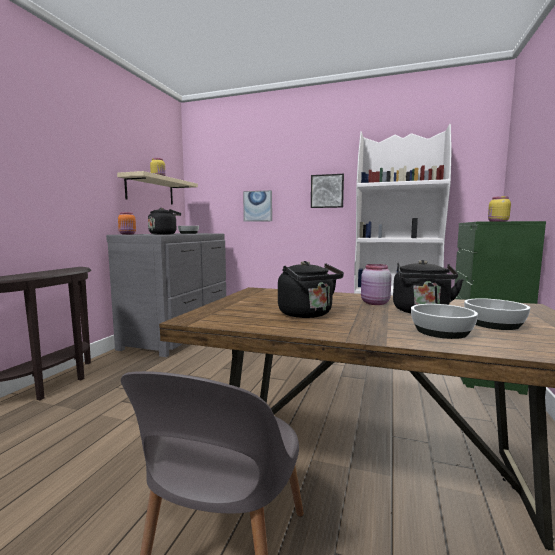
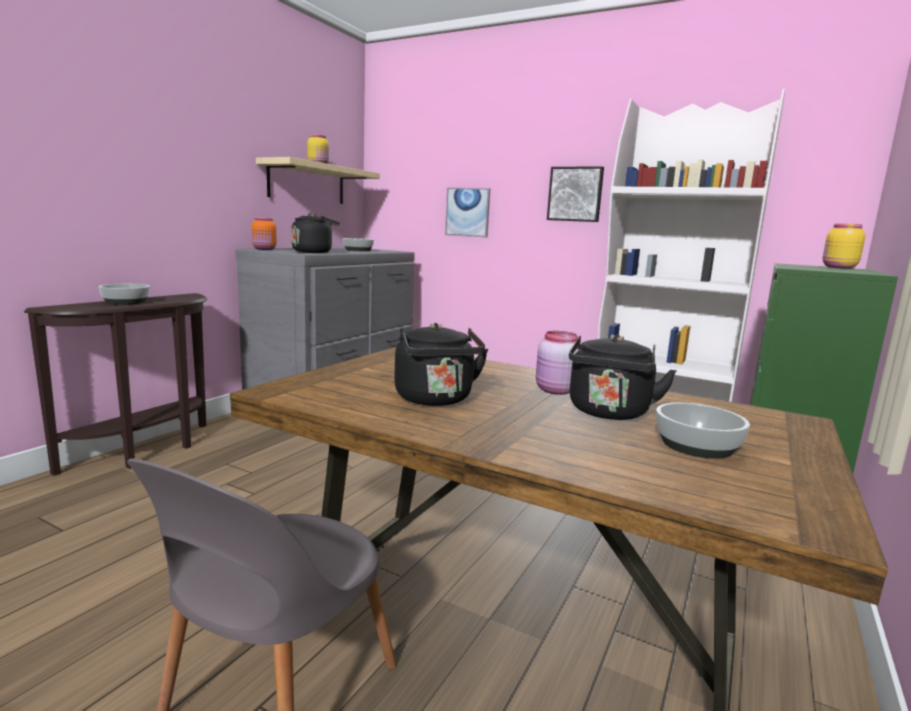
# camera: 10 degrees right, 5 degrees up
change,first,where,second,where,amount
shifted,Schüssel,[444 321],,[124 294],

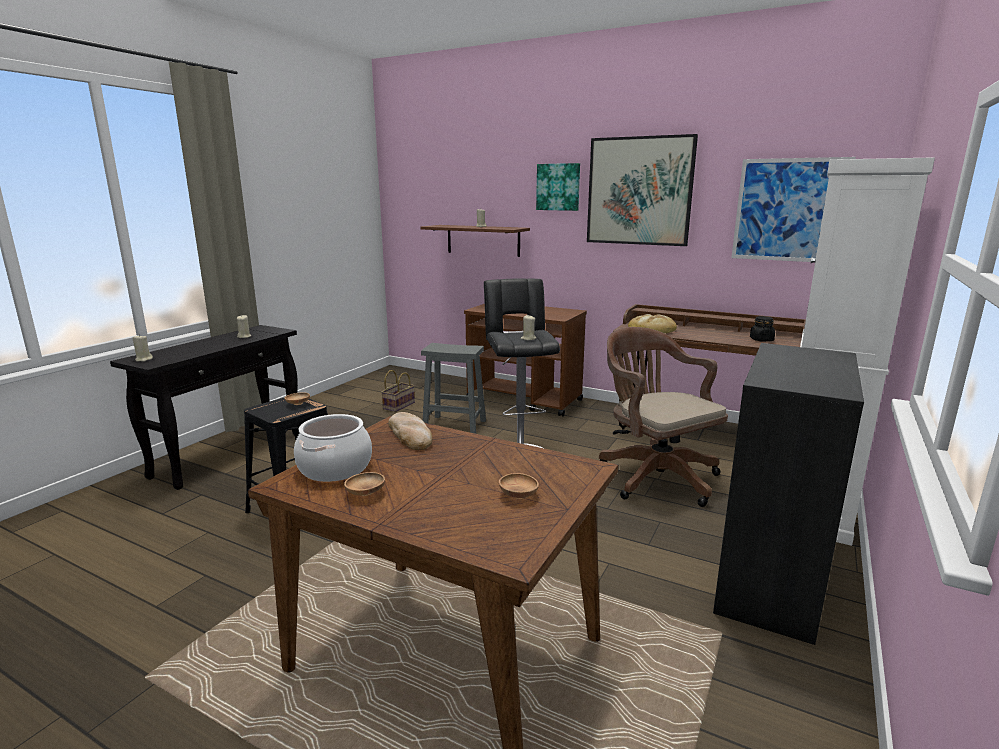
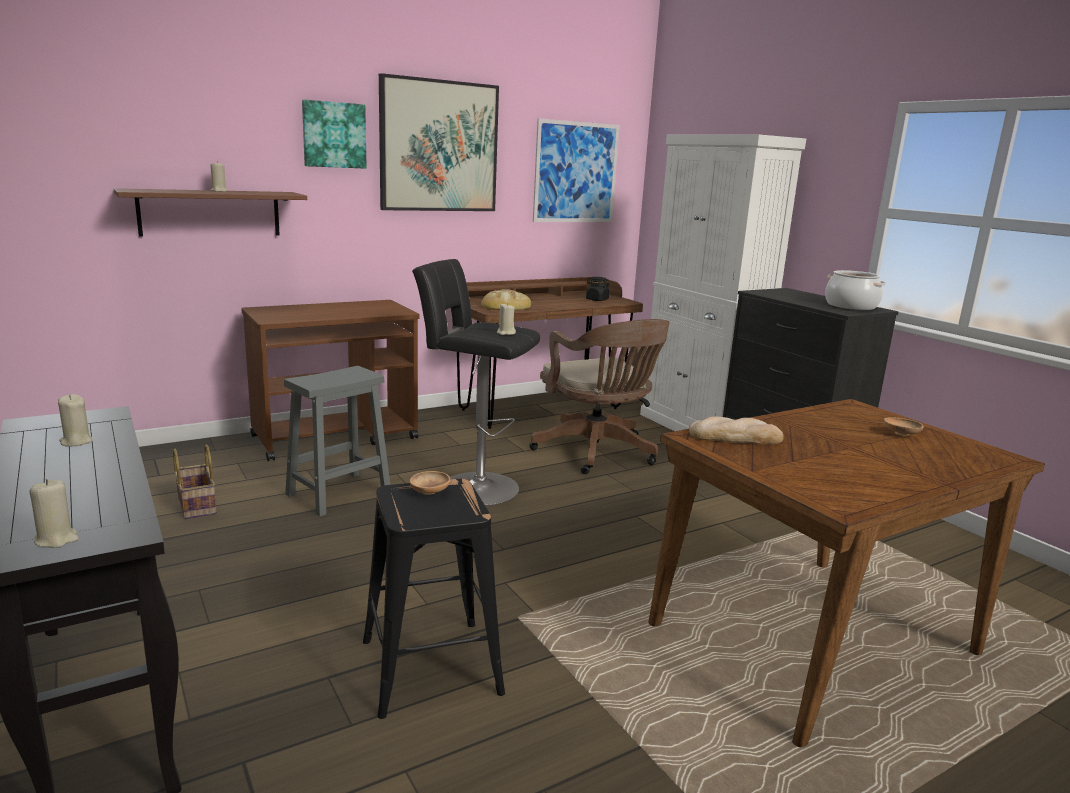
# camera: 60 degrees left, 0 degrees up
change,first,where,second,where,amount
rotated,Bürostuhl/braun,[663 417],,[599 396],120 degrees counterclockwise
shifted,Kochtopf,[333 448],,[855 290],
gone,Schüssel/braun,[364 484],,,

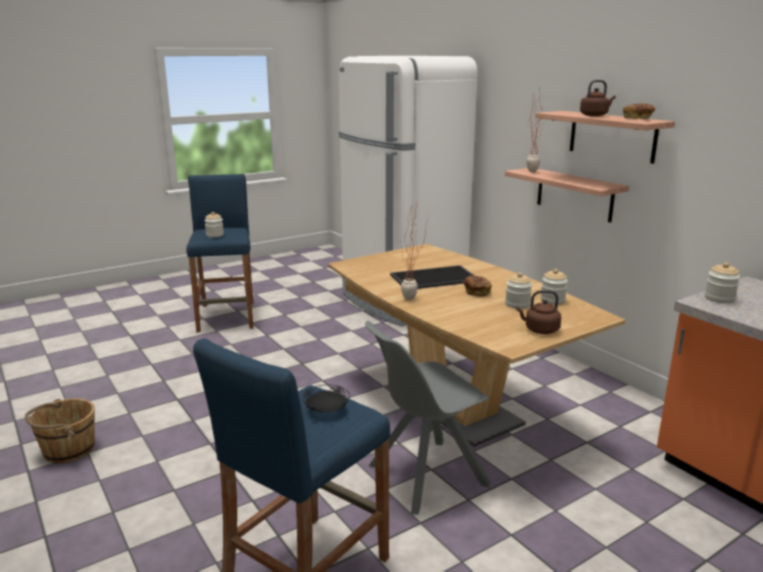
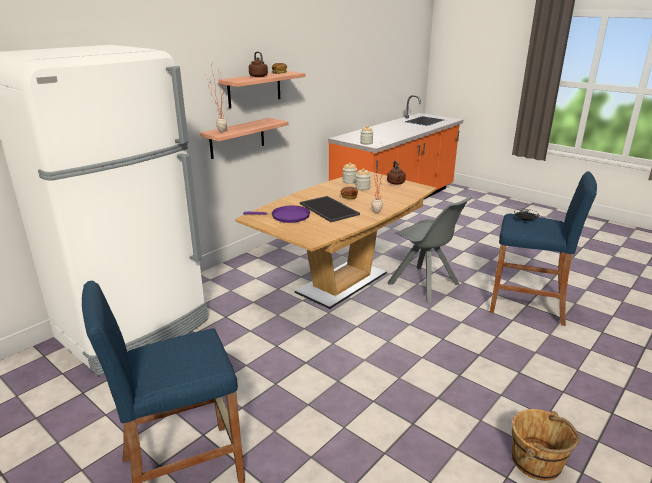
# camera: 105 degrees left, 5 degrees up
change,first,where,second,where,amount
gone,Vorratsglas,[214 224],,,
new,,,Pfanne/lila,[276 214],

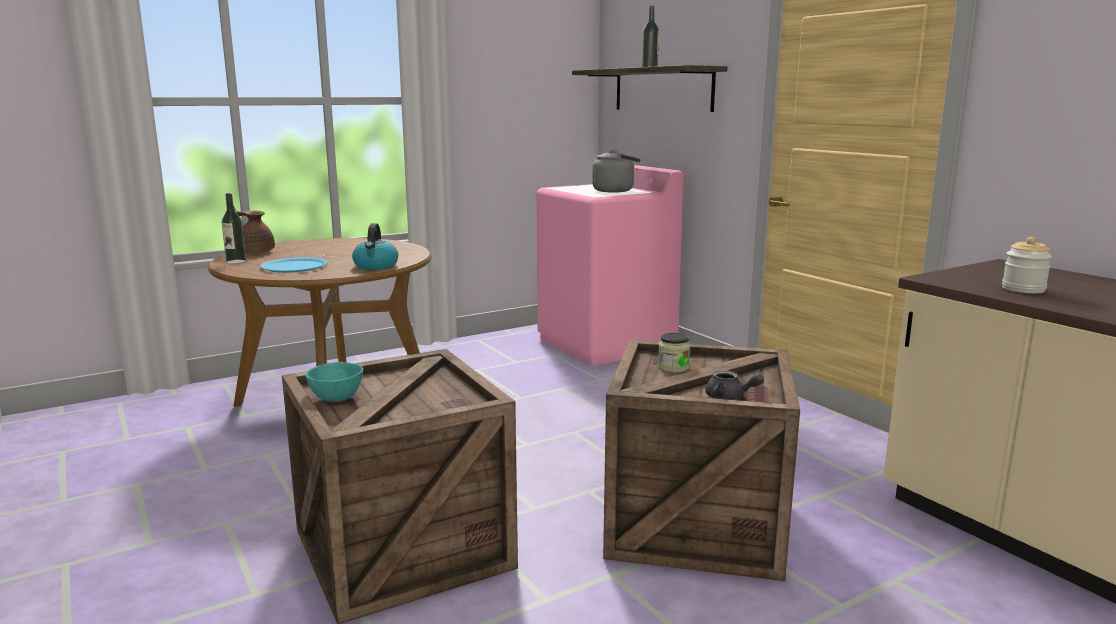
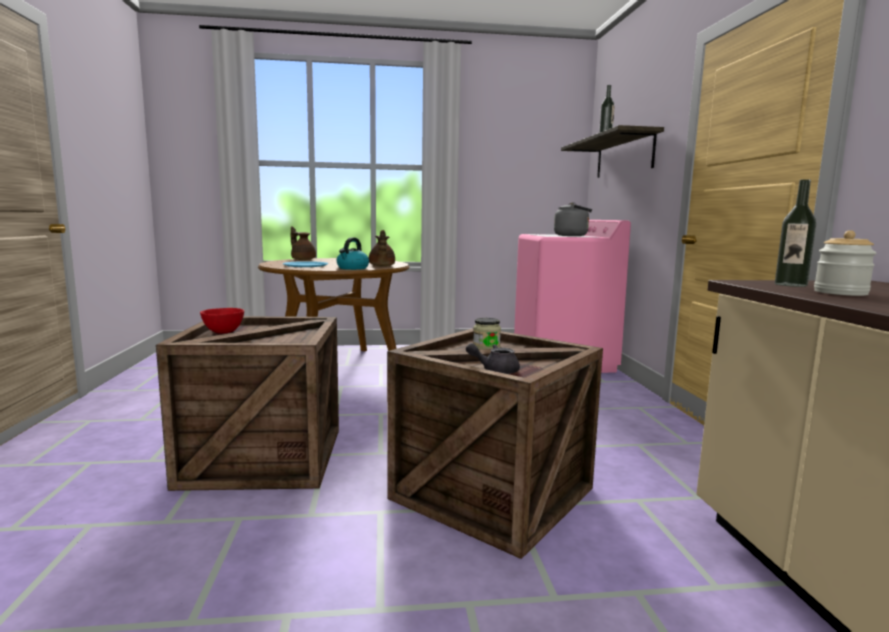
# camera: 25 degrees right, 5 degrees down
change,first,where,second,where,amount
shifted,Flasche,[234 228],,[795 233],
repainted,Schüssel/türkis,[334 382],Schüssel/rot,[222 320],
rotated,Teekanne/grau,[734 385],,[493 358],120 degrees clockwise
new,,,Teekanne/braun,[382 248],

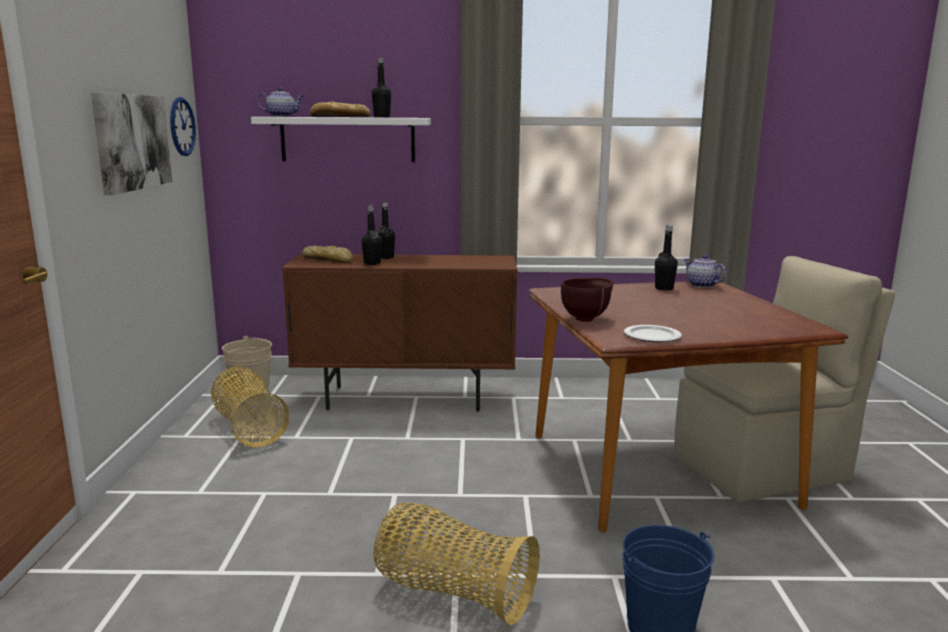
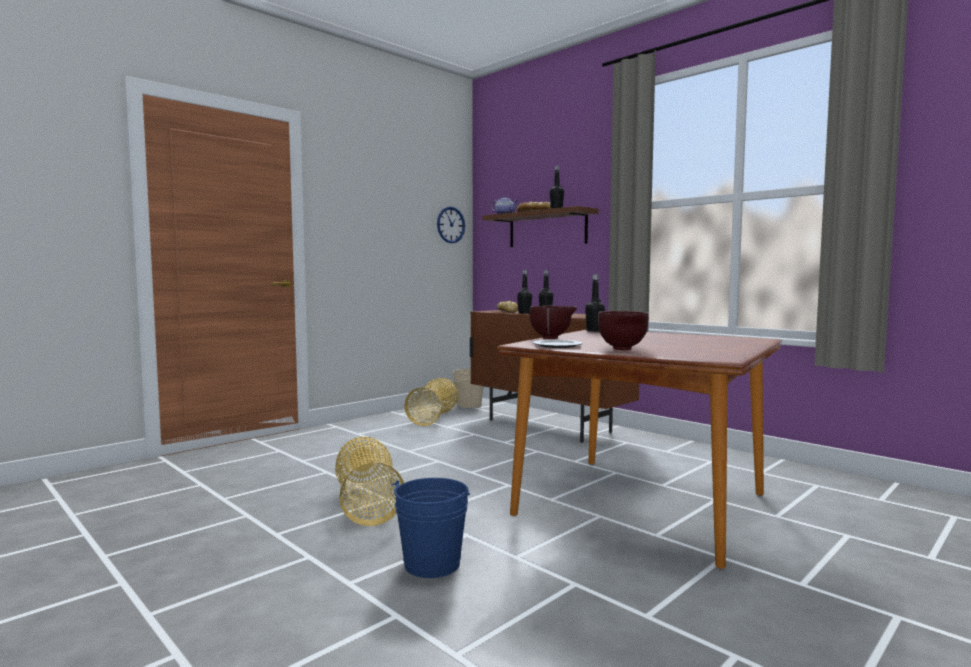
# camera: 45 degrees right, 10 degrees down
change,first,where,second,where,amount
gone,Bild,[131 144],,,
repainted,Wandregal/weiß,[341 139],Wandregal/braun,[540 226],
shifted,Flasche/schwarz,[666 258],,[595 303],
gone,Teekanne,[705 271],,,
gone,Stuhl/beige,[784 379],,,
new,,,Schüssel/braun,[623 330],

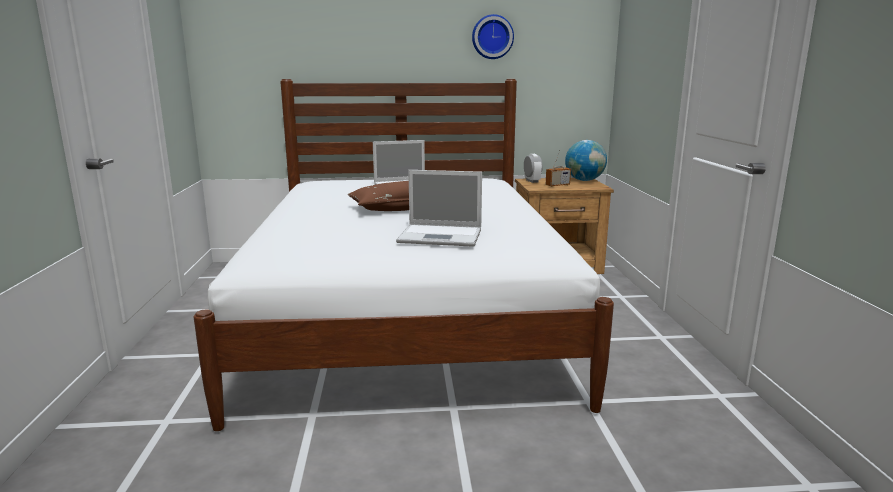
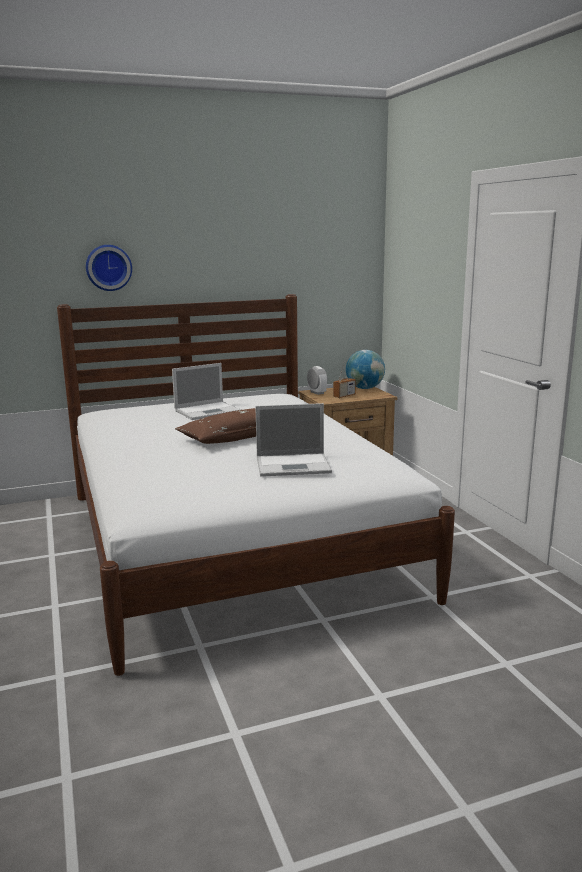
# camera: 15 degrees left, 0 degrees up
change,first,where,second,where,amount
shifted,Wanduhr,[493 36],,[109 268],

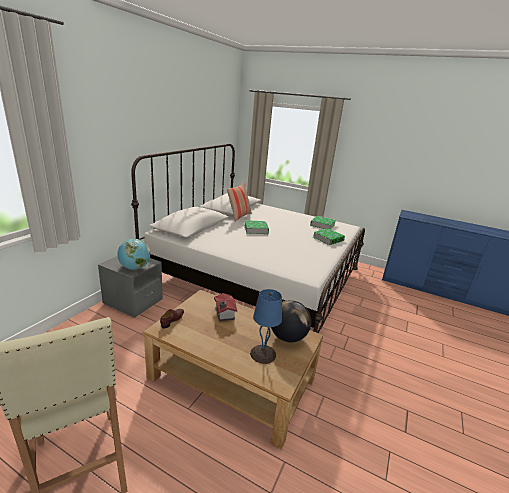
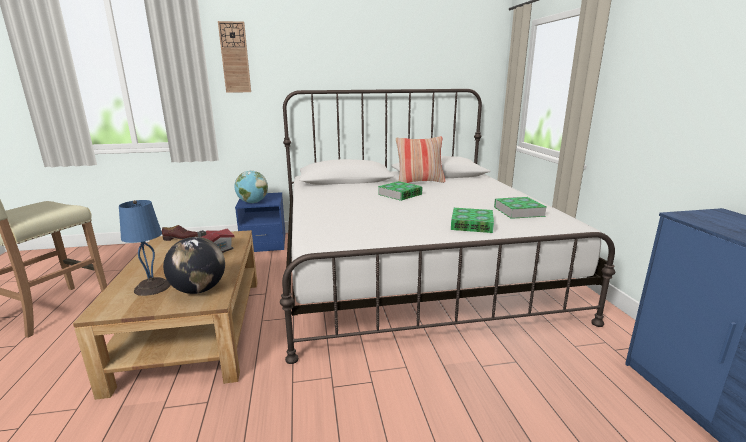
# camera: 55 degrees right, 5 degrees down
change,first,where,second,where,amount
repainted,Nachttisch/grau,[130 287],Nachttisch/blau,[260 222],
new,,,Wanduhr,[234 57],

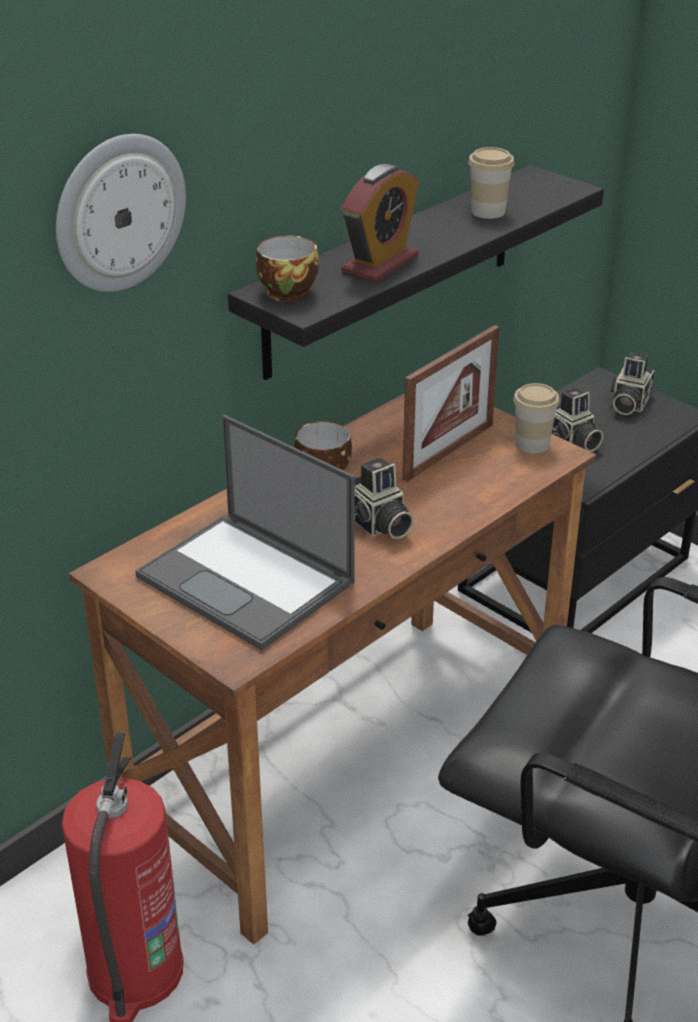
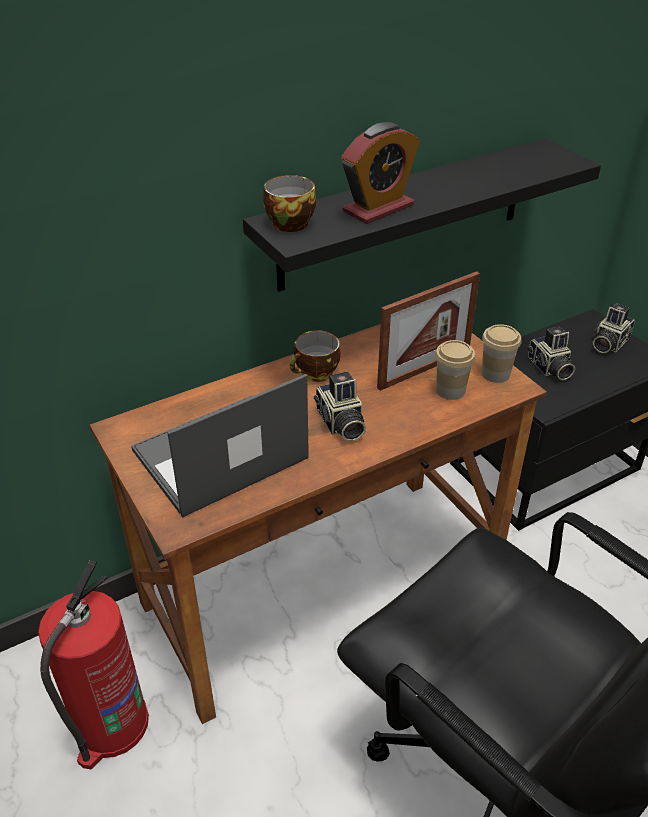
# camera: 15 degrees right, 5 degrees up
change,first,where,second,where,amount
gone,Wanduhr,[121 213],,,
shifted,Tasse,[491 183],,[455 370],
rotated,Laptop,[245 533],,[220 445],90 degrees clockwise

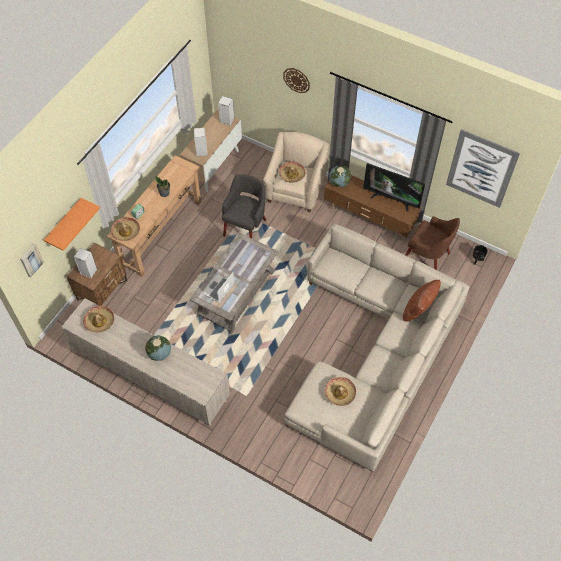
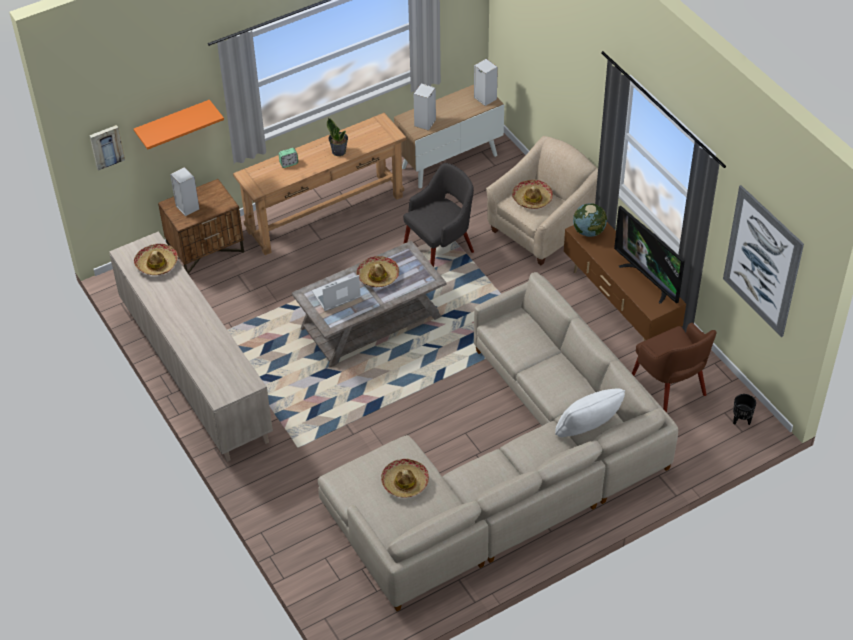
# camera: 30 degrees right, 10 degrees down
change,first,where,second,where,amount
gone,Wanduhr,[296 80],,,
shifted,Hut,[125 229],,[378 271],
repainted,Kissen/braun,[421 301],Kissen/weiß,[590 413],
gone,Globus,[158 348],,,

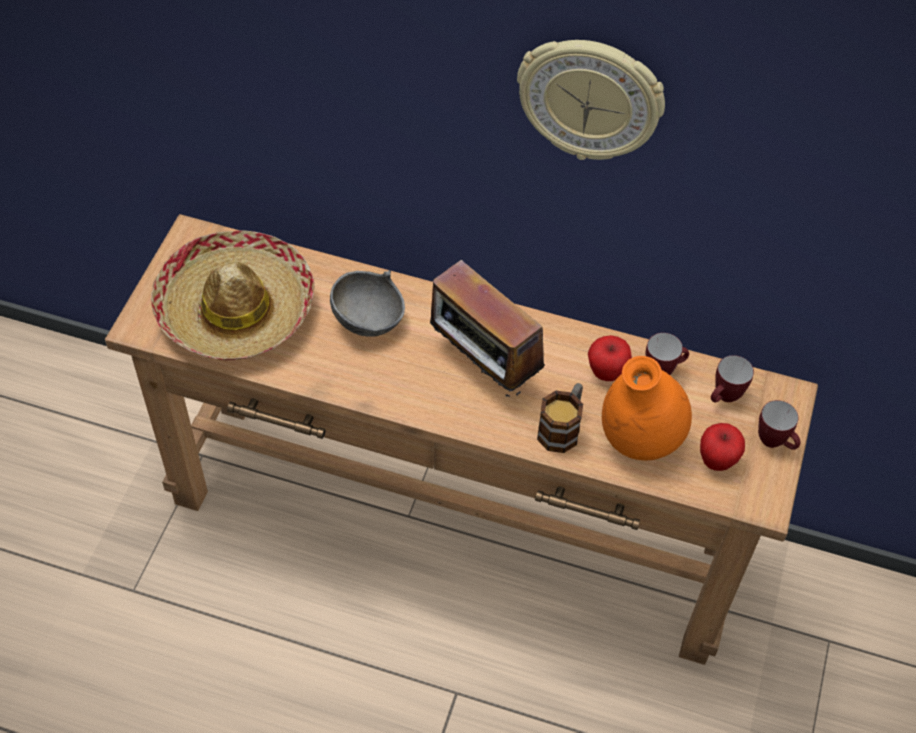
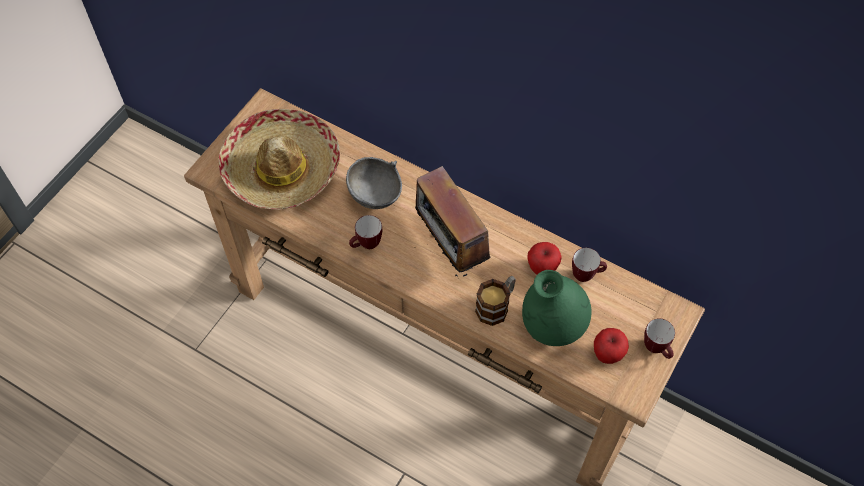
# camera: 15 degrees right, 5 degrees up
change,first,where,second,where,amount
gone,Wanduhr,[591 100],,,
shifted,Henkelbecher,[732 379],,[365 232],
repainted,Vase/orange,[647 408],Vase/grün,[557 308],

